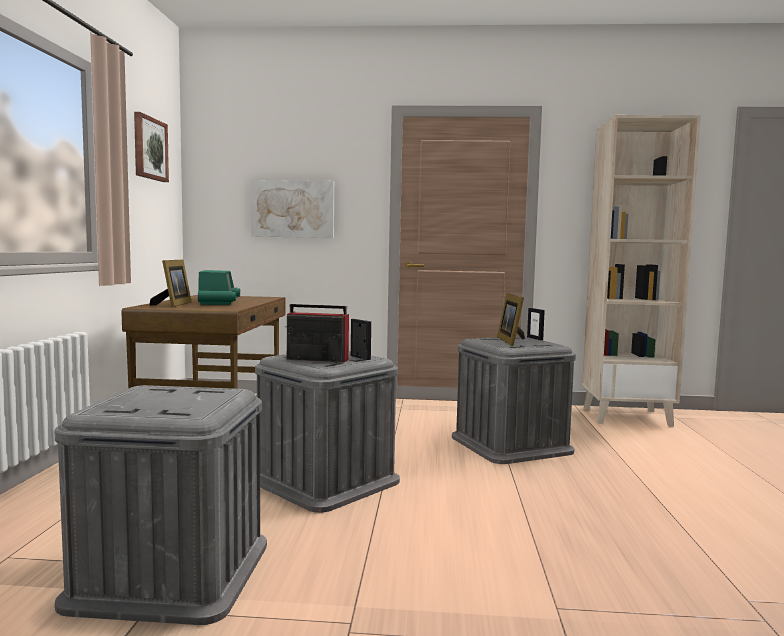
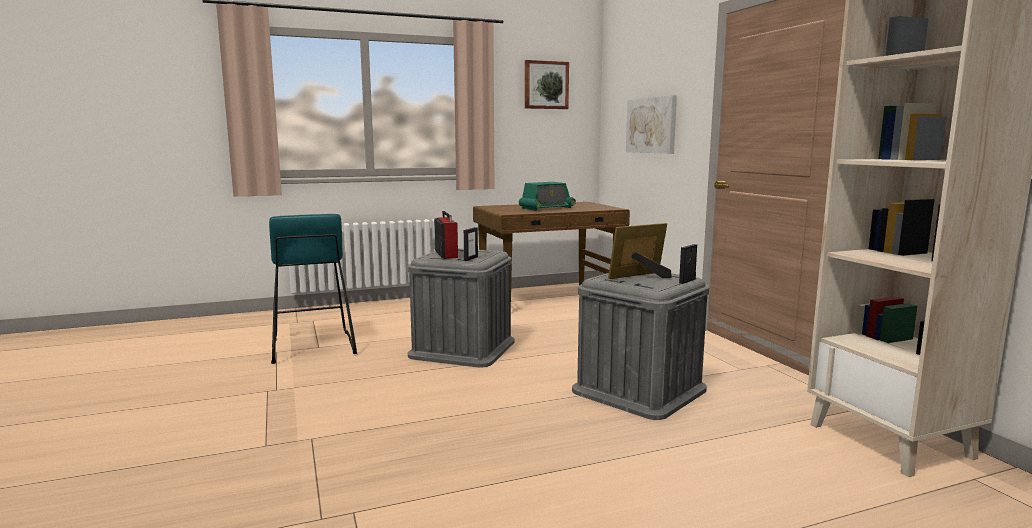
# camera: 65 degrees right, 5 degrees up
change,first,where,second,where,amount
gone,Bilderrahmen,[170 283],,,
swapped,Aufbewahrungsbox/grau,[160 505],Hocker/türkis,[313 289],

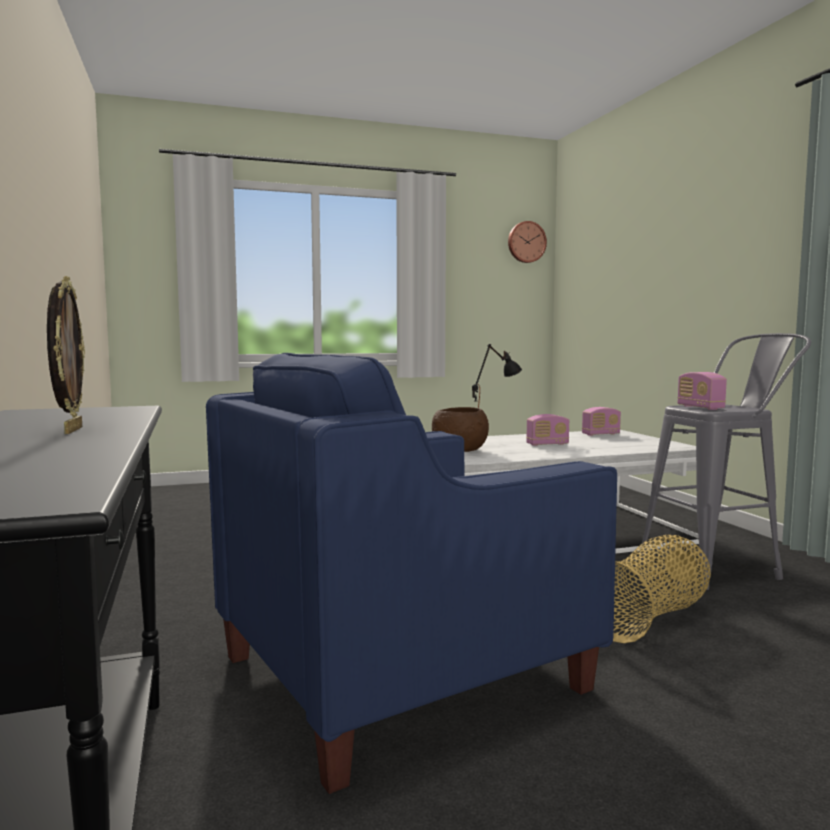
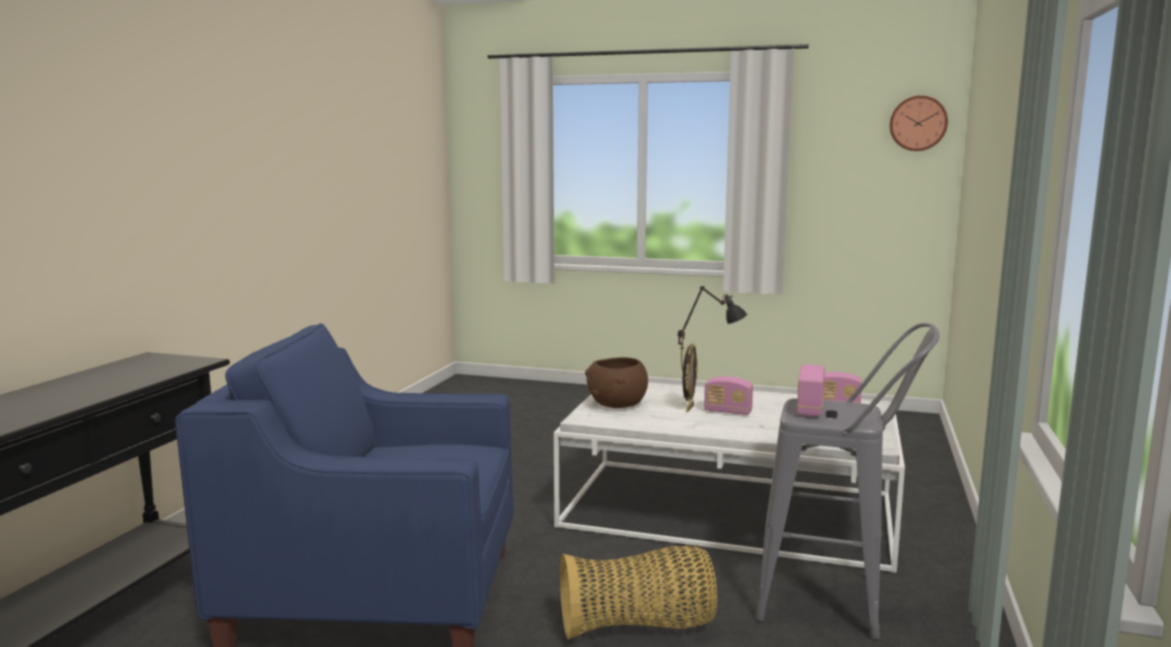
# camera: 35 degrees right, 5 degrees up
change,first,where,second,where,amount
shifted,Bilderrahmen,[66 355],,[690 377],

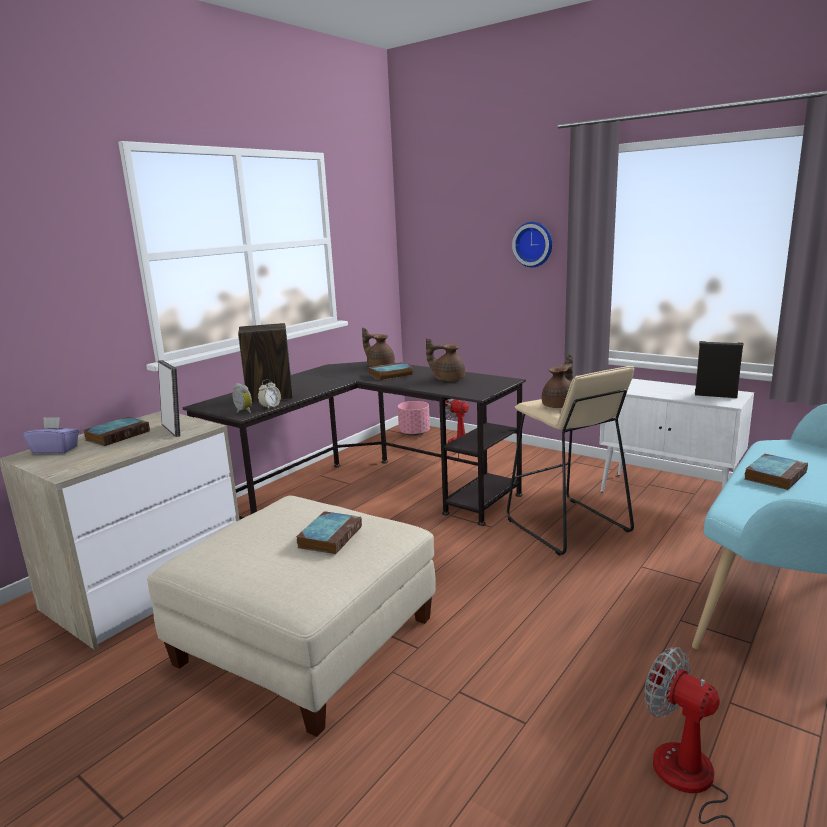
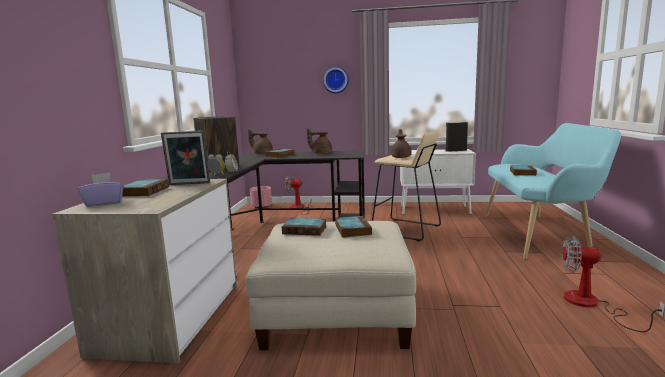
# camera: 30 degrees left, 5 degrees down
change,first,where,second,where,amount
rotated,Bilderrahmen,[169 398],,[185 158],150 degrees clockwise
new,,,Buch,[304 227],

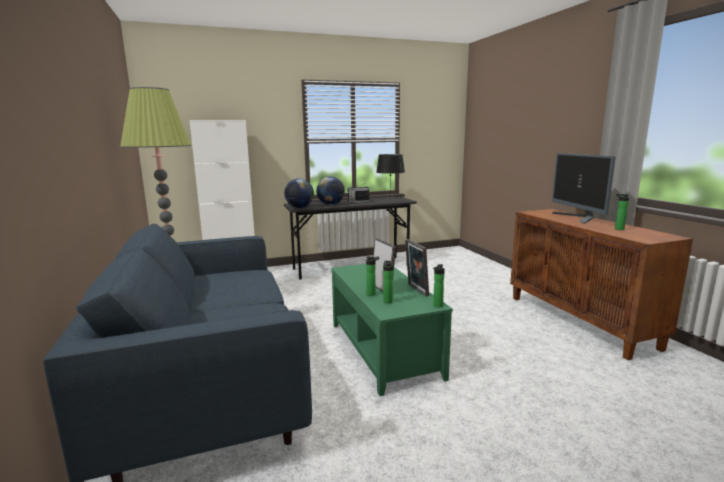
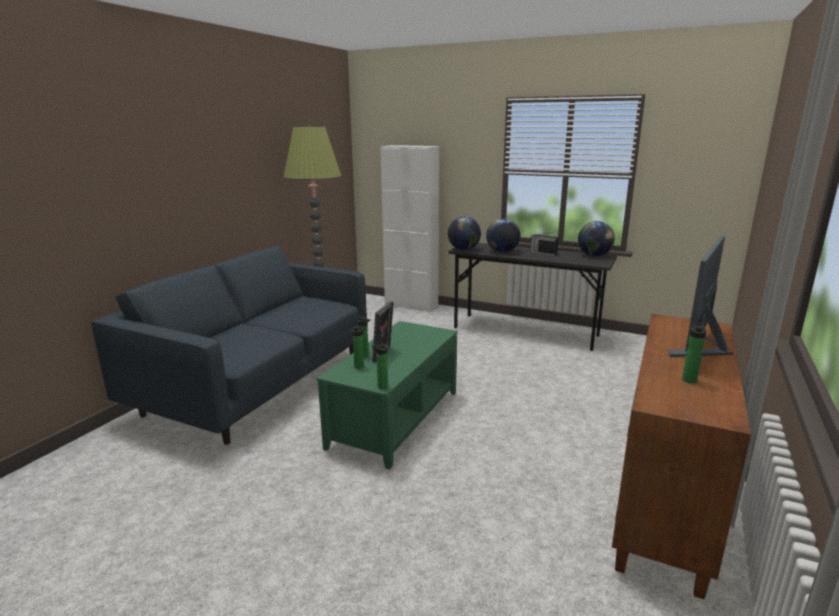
# camera: 45 degrees right, 5 degrees up
change,first,where,second,where,amount
swapped,Tischlampe/schwarz,[390 176],Globus,[596 239],
gone,Bilderrahmen,[417 268],,,

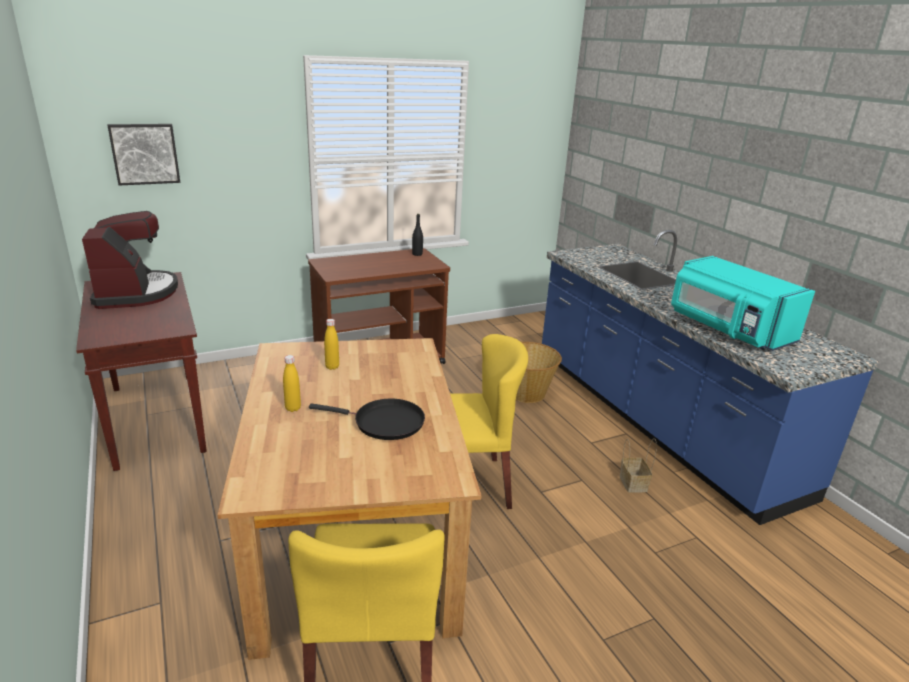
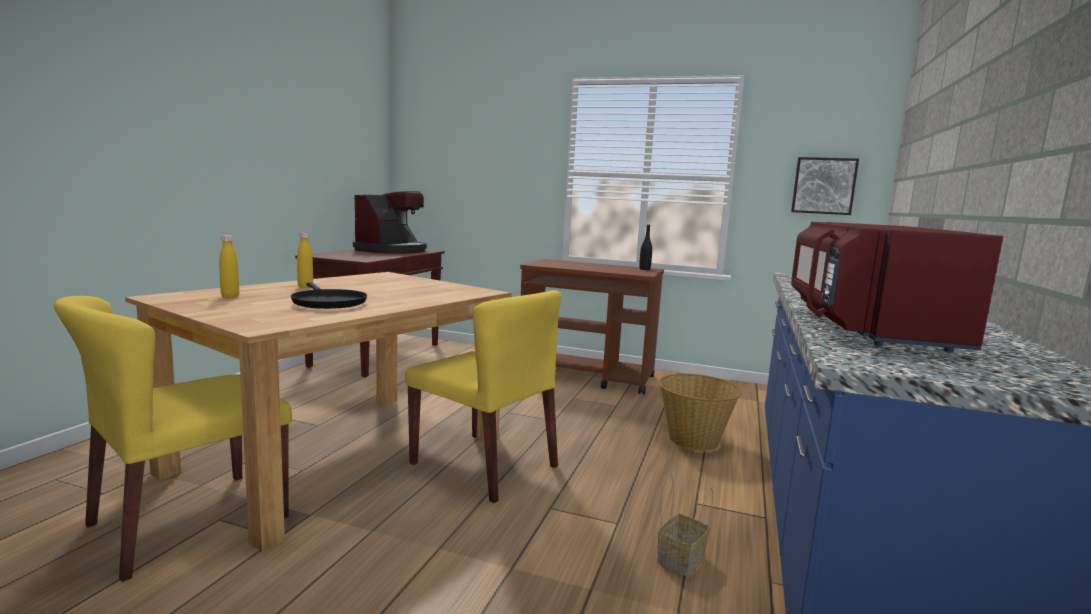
# camera: 45 degrees right, 15 degrees down
change,first,where,second,where,amount
shifted,Bild,[143 155],,[825 186],
repainted,Mikrowelle/türkis,[743 303],Mikrowelle/rot,[897 287],
shifted,Flasche/gelb,[331 344],,[229 266],

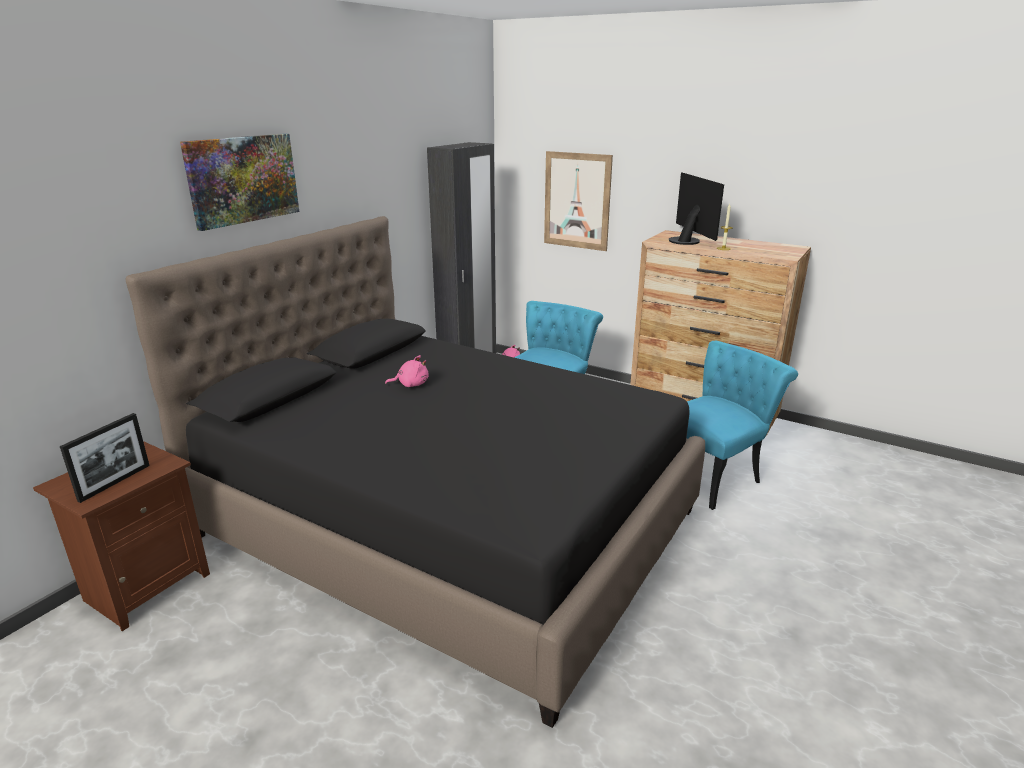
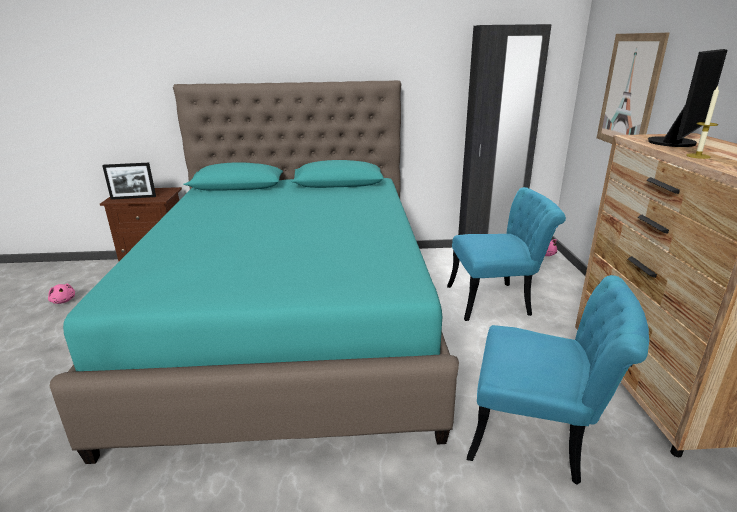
# camera: 55 degrees right, 0 degrees up
change,first,where,second,where,amount
gone,Bild,[239 182],,,
repainted,Bett/schwarz,[415 472],Bett/türkis,[254 272],
shifted,Plüschtier/rosa,[407 371],,[61 294],

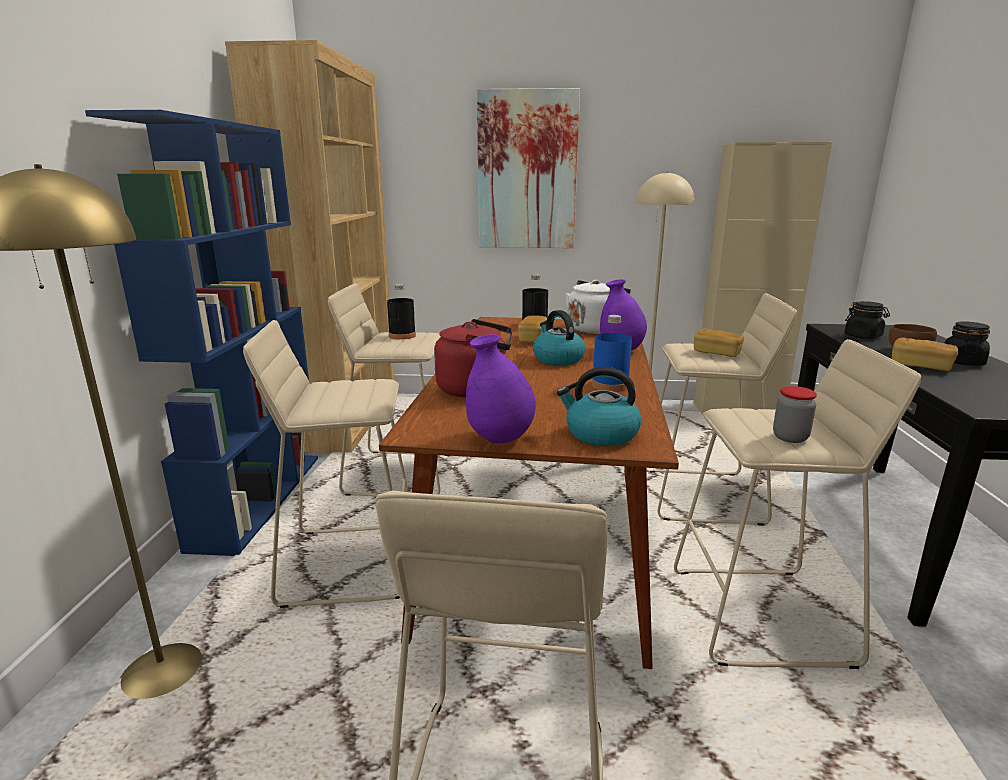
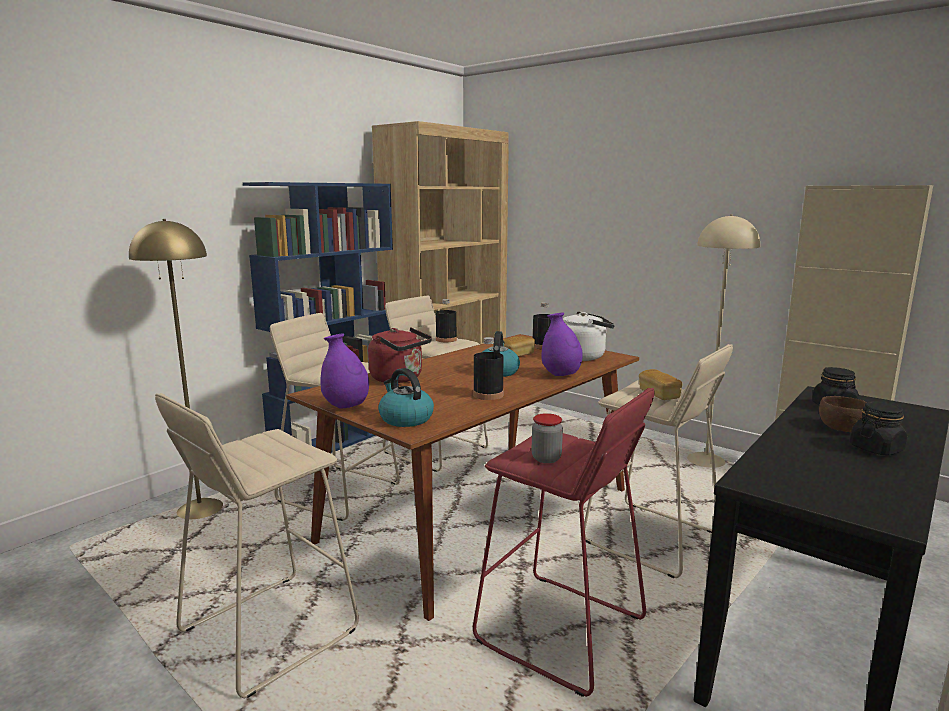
# camera: 35 degrees right, 5 degrees down
change,first,where,second,where,amount
gone,Bild,[528 168],,,
repainted,Flasche/blau,[612 353],Flasche/schwarz,[488 368],
gone,Brot,[925 354],,,
repainted,Hocker/beige,[797 504],Hocker/rot,[564 542],

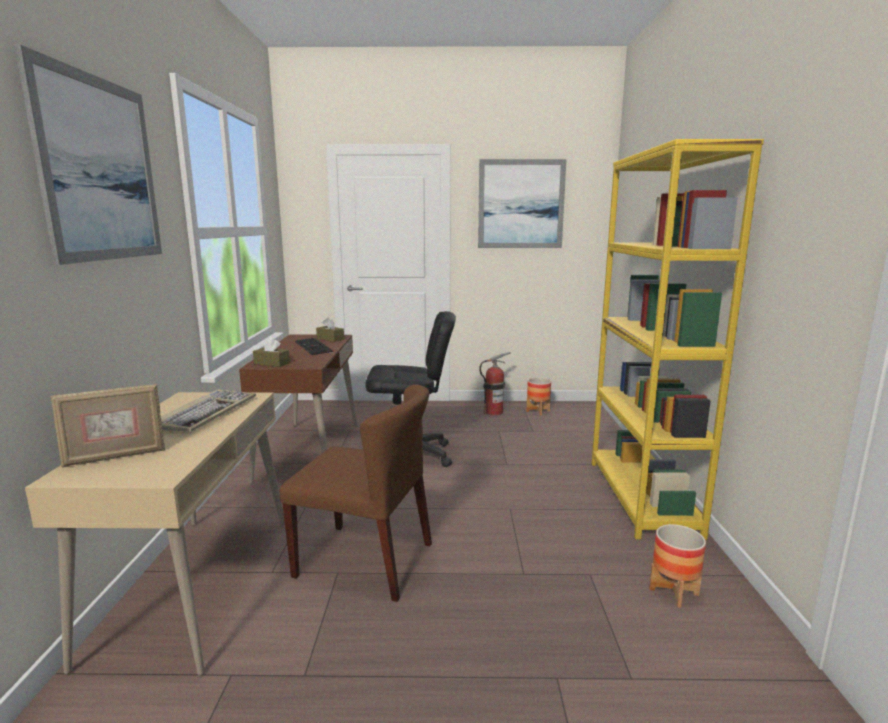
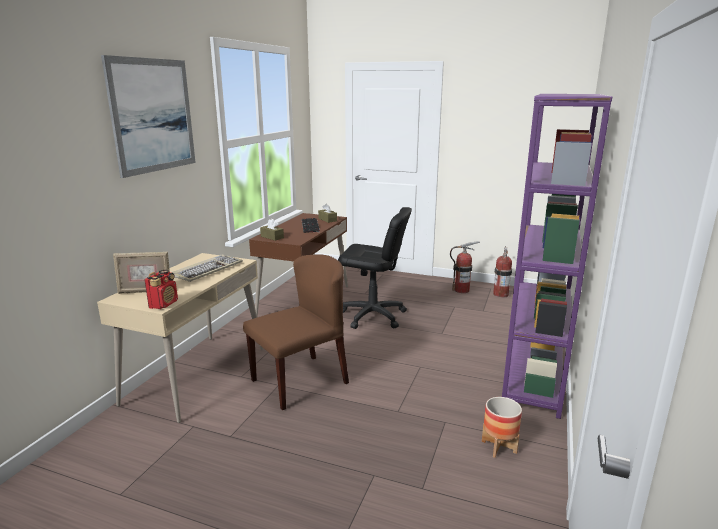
# camera: 20 degrees right, 5 degrees up
change,first,where,second,where,amount
repainted,Bücherregal/gelb,[677 339],Bücherregal/lila,[557 256],
gone,Bild,[522 203],,,
swapped,Pflanzkübel,[538 396],Feuerlöscher,[502 271],
rotated,Stuhl/braun,[356 493],,[296 332],75 degrees counterclockwise
new,,,Radio,[161 289],

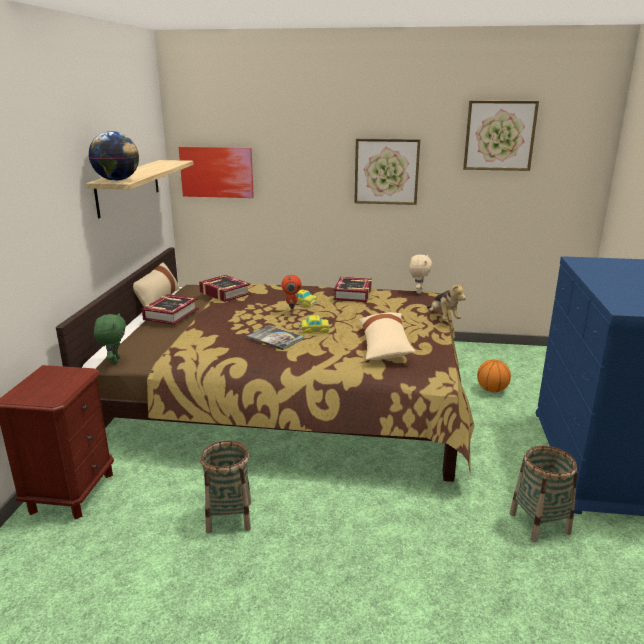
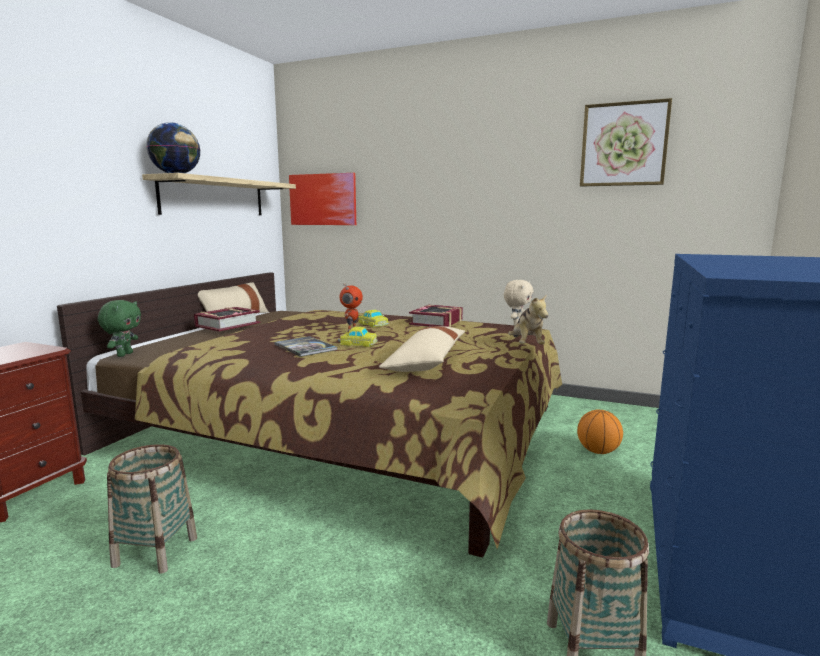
# camera: 15 degrees right, 10 degrees down
change,first,where,second,where,amount
gone,Bild,[387 172],,,
gone,Buch,[225 288],,,

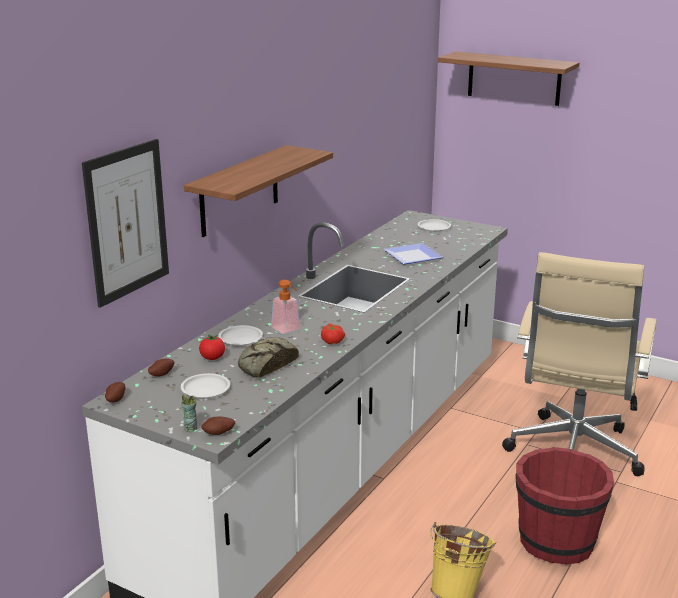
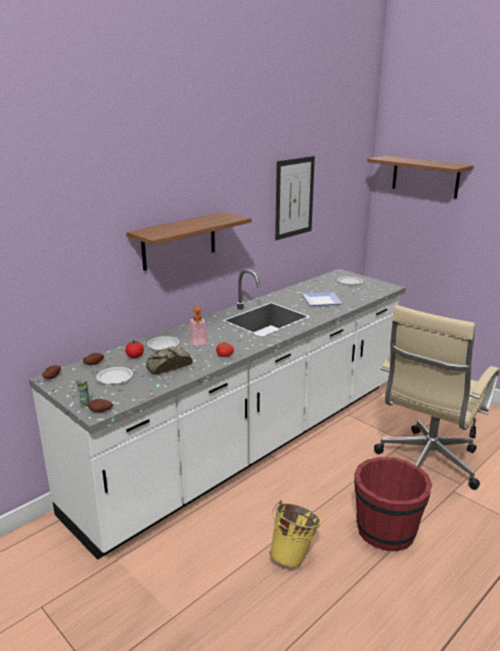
# camera: 15 degrees right, 0 degrees up
change,first,where,second,where,amount
shifted,Bild,[125 223],,[295 198],

